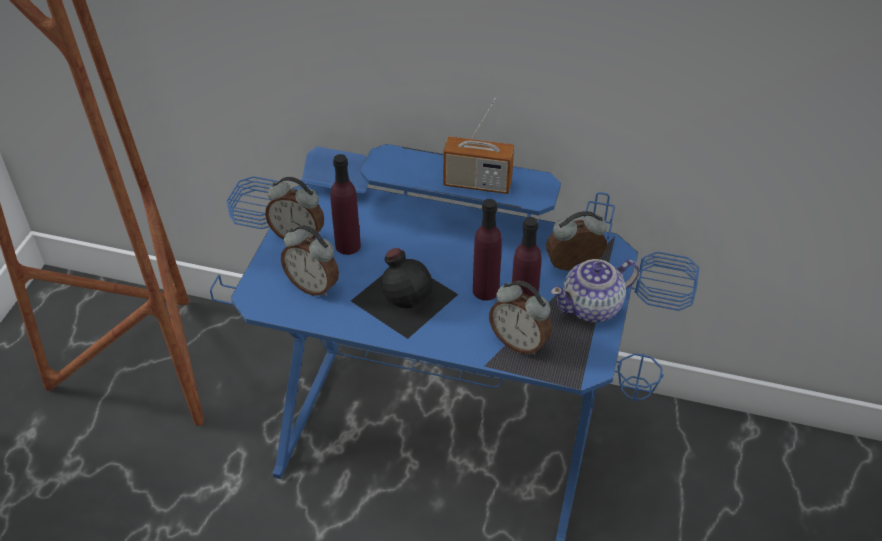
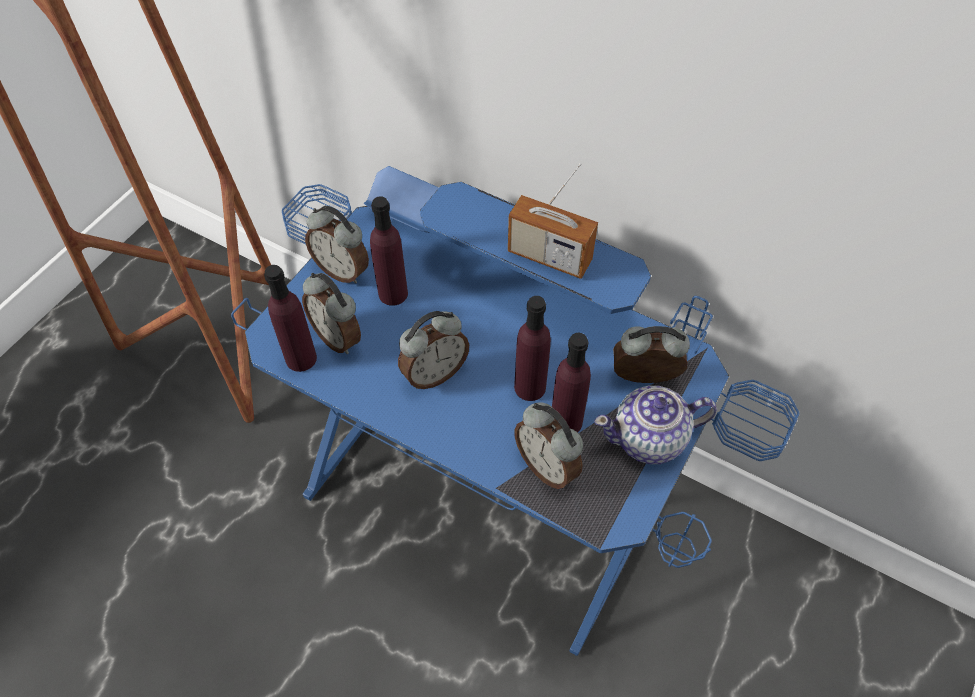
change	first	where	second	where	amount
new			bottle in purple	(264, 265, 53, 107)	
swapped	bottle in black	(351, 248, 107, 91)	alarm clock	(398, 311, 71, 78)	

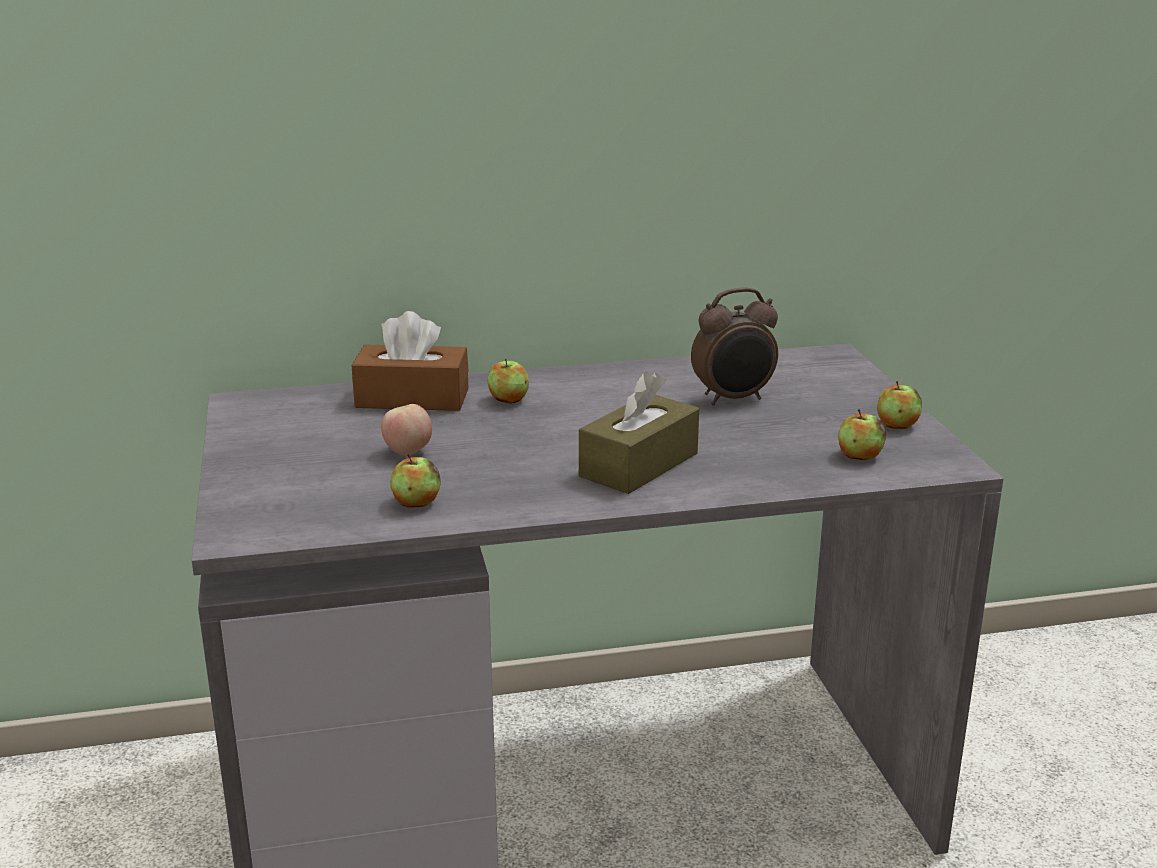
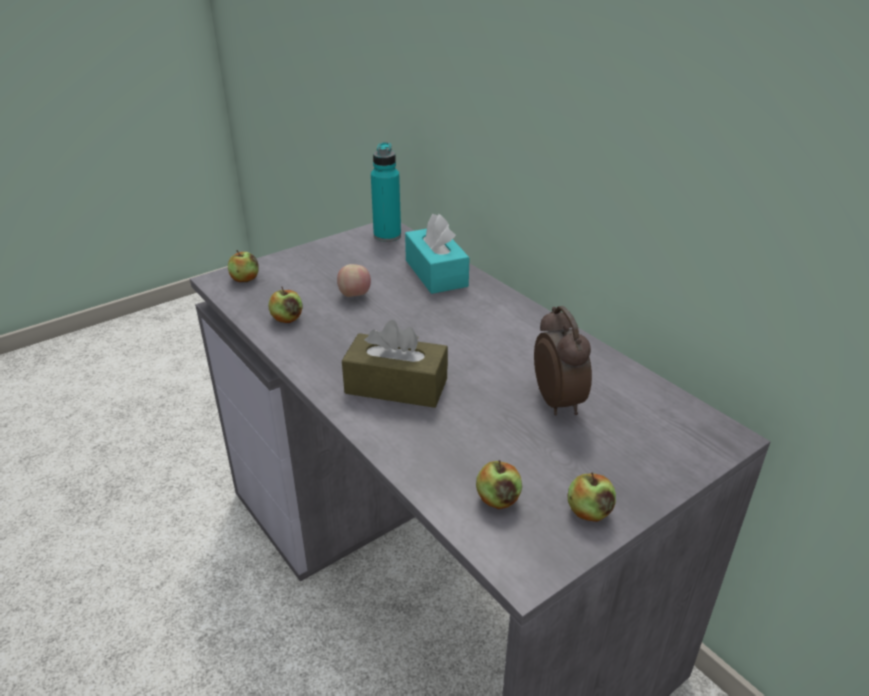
change	first	where	second	where	amount
shifted	apple	(488, 358, 41, 46)		(228, 250, 31, 32)	
new			bottle in turquoise	(371, 142, 30, 100)	
repainted	tissue box in brown	(351, 311, 118, 100)	tissue box in turquoise	(405, 214, 65, 80)	
rotated	alarm clock	(691, 287, 87, 118)		(534, 306, 58, 109)	150 degrees counterclockwise

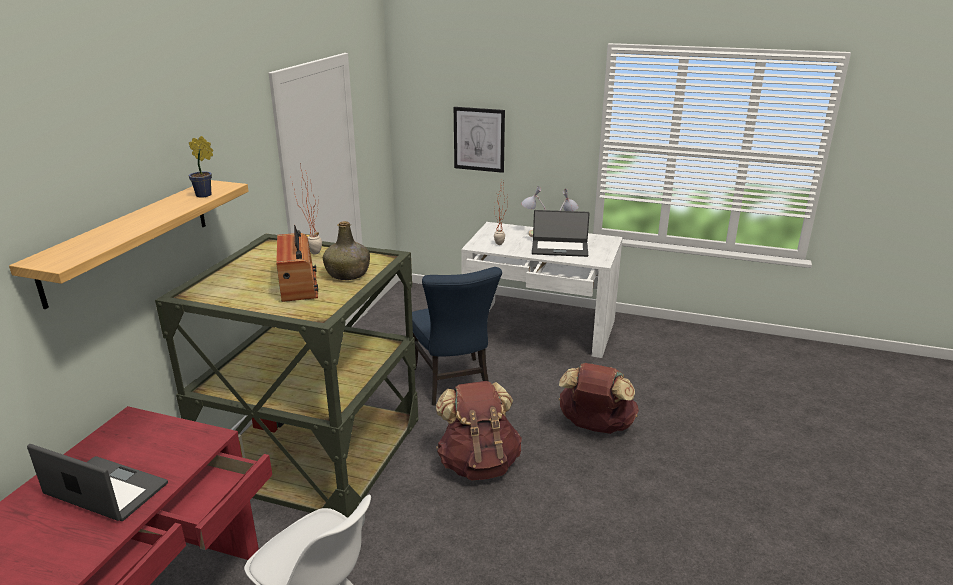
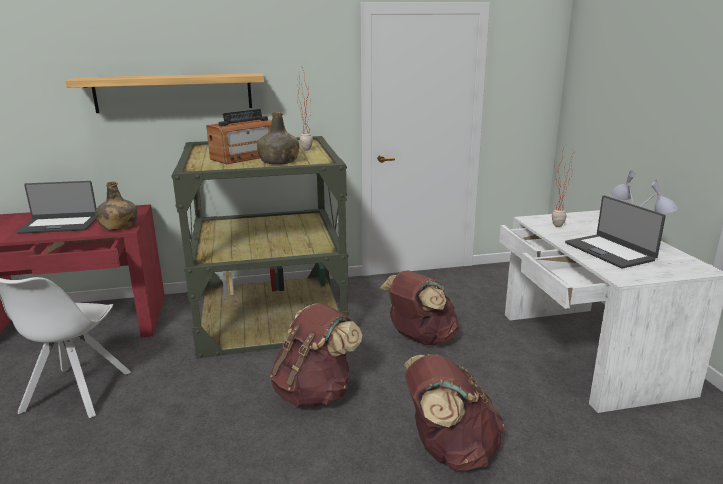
change	first	where	second	where	amount
rotated	laptop	(27, 444, 141, 77)		(17, 181, 80, 53)	90 degrees clockwise
new			bottle in green	(95, 182, 42, 49)	
swapped	chair in blue	(412, 267, 90, 139)	backpack in brown	(380, 270, 79, 75)	
gone	potted plant	(189, 136, 24, 62)			
gone	picture	(454, 107, 51, 66)			

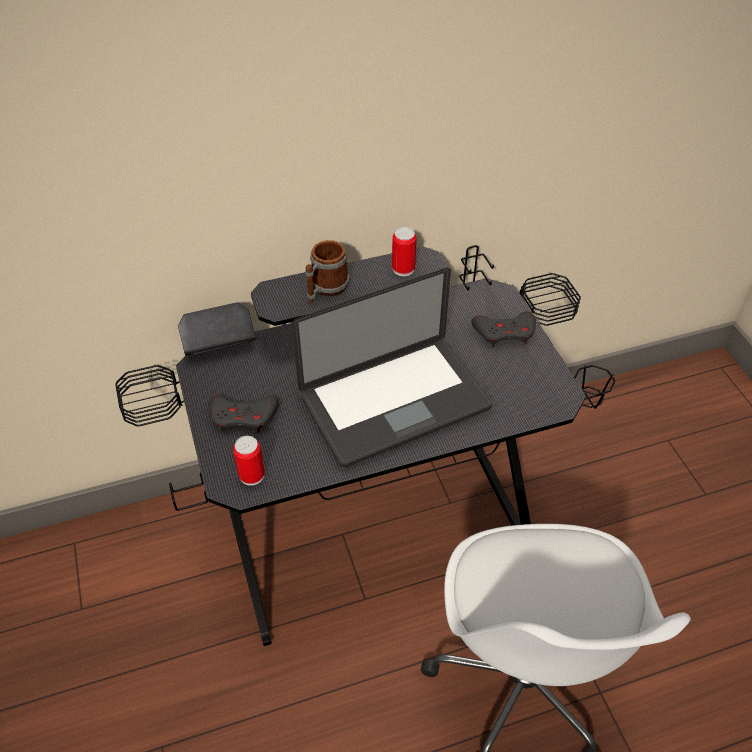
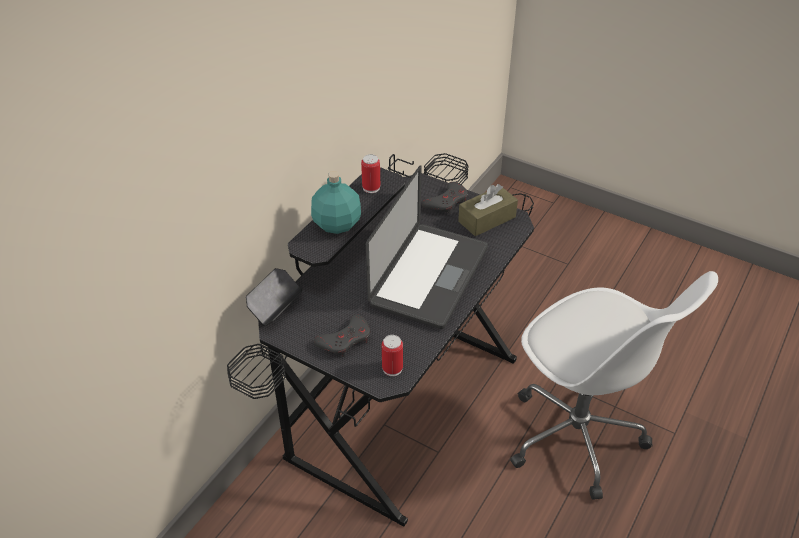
change	first	where	second	where	amount
swapped	mug	(305, 240, 44, 64)	bottle in turquoise	(311, 171, 50, 63)	
new			tissue box in brown	(458, 184, 60, 52)	

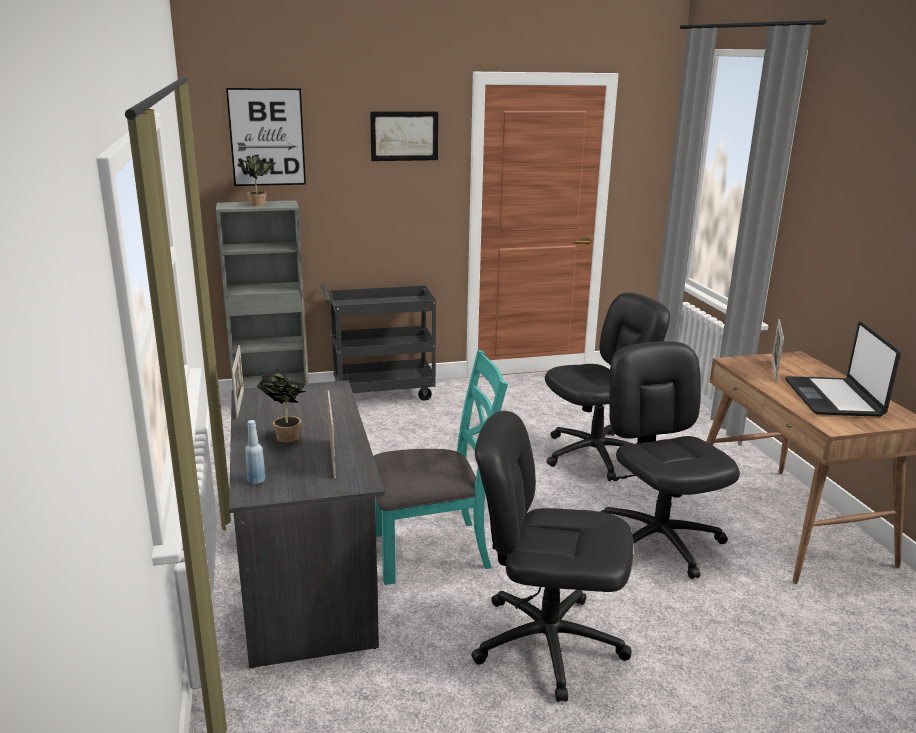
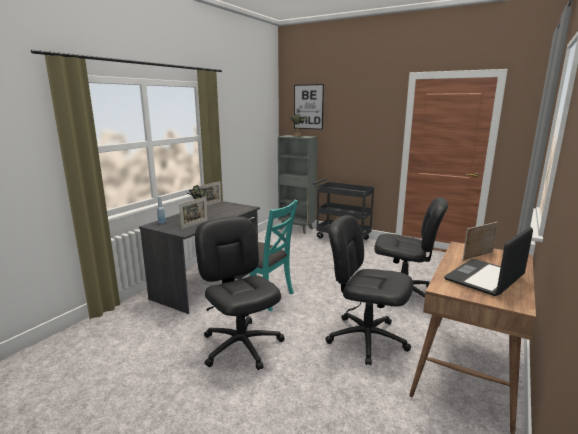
change	first	where	second	where	amount
rotated	office chair in black	(601, 341, 139, 238)		(325, 215, 88, 150)	90 degrees counterclockwise
gone	picture	(370, 111, 68, 50)			

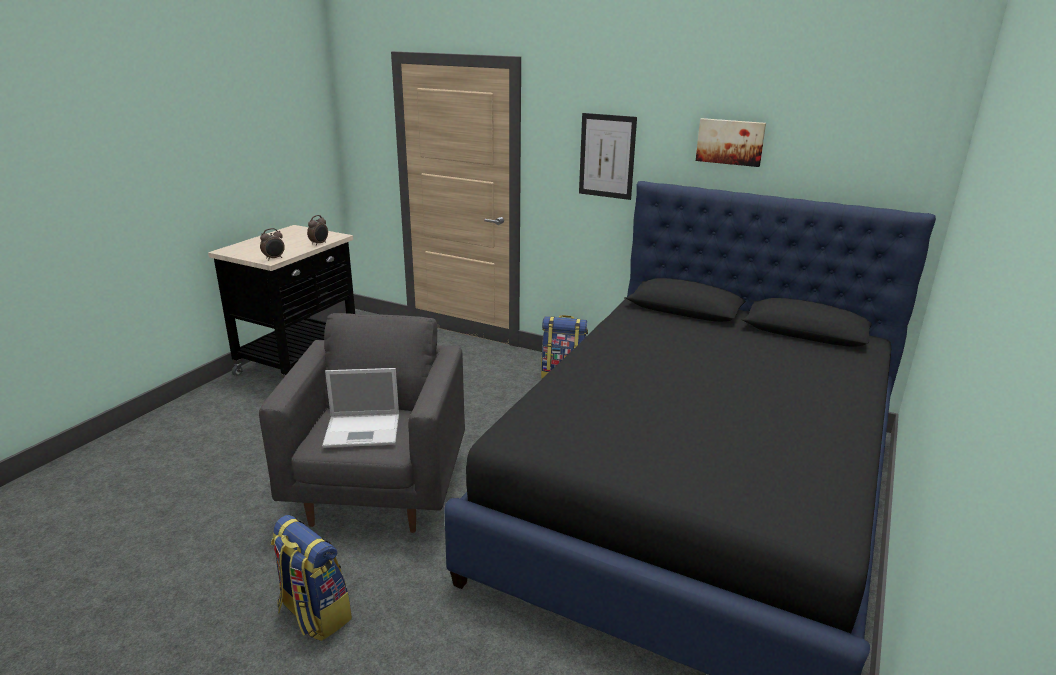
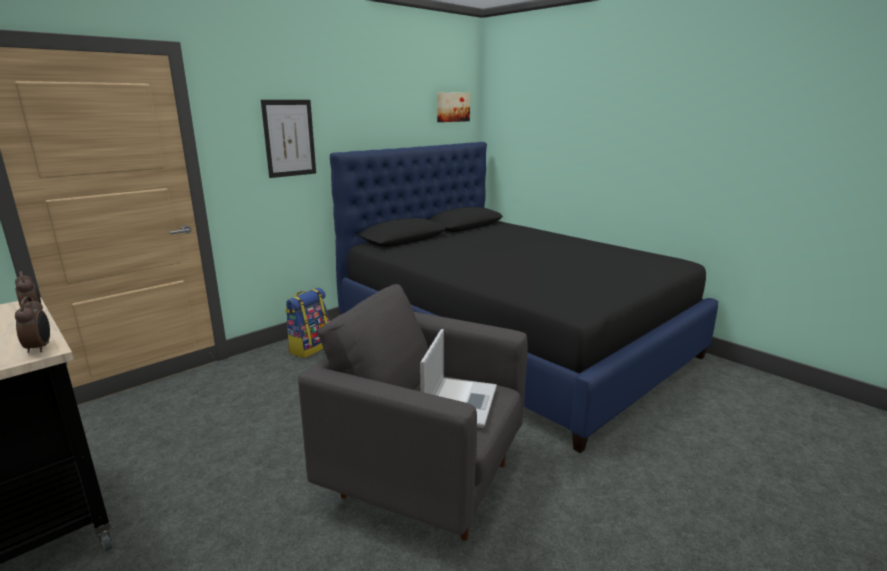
change	first	where	second	where	amount
shifted	picture	(696, 118, 70, 49)		(437, 92, 33, 30)	
gone	backpack	(271, 515, 81, 126)			

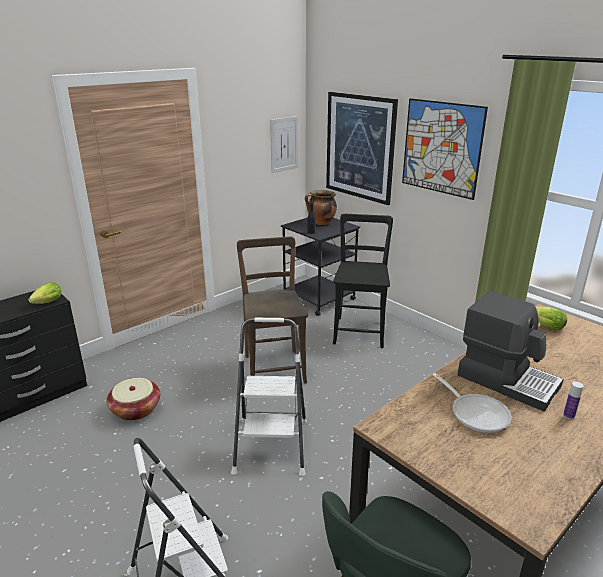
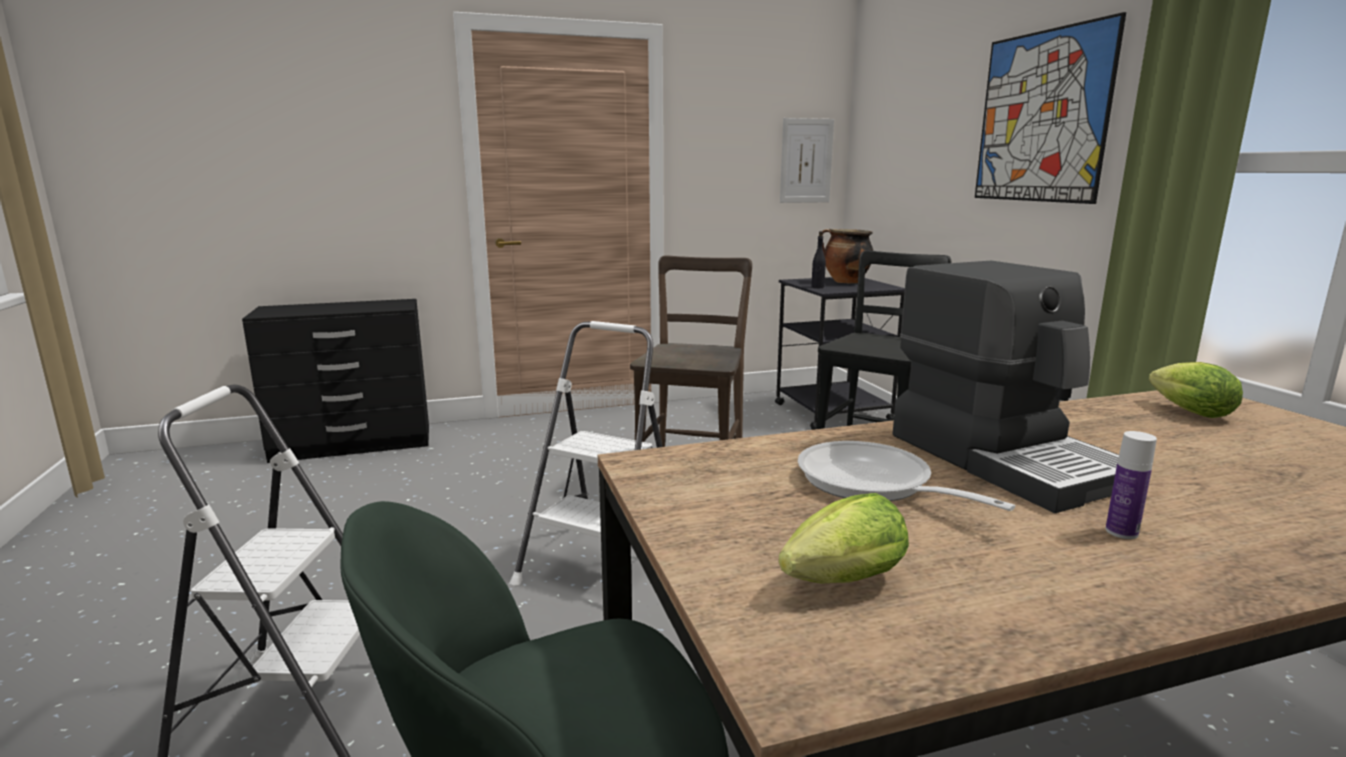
change	first	where	second	where	amount
shifted	lettuce	(28, 282, 33, 22)		(778, 493, 131, 91)	
rotated	frying pan	(432, 373, 79, 60)		(798, 441, 217, 70)	150 degrees clockwise
gone	basket	(107, 378, 53, 43)			
gone	picture	(326, 92, 72, 113)			

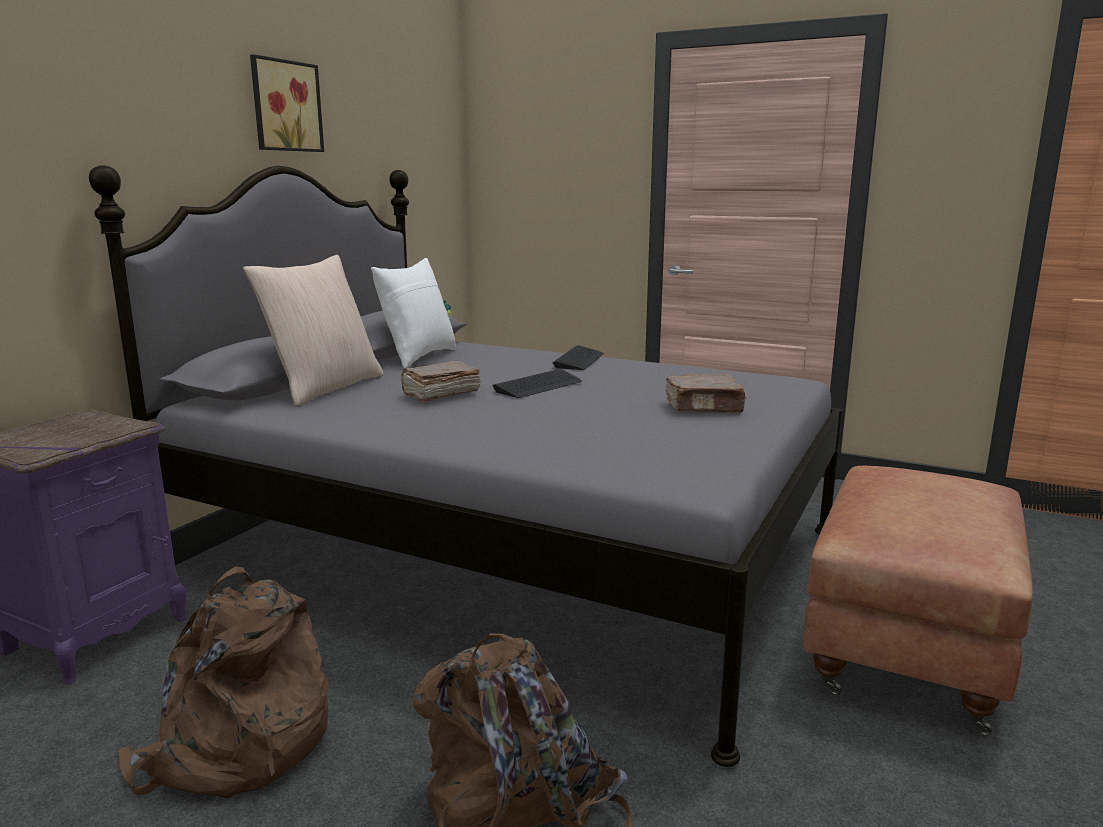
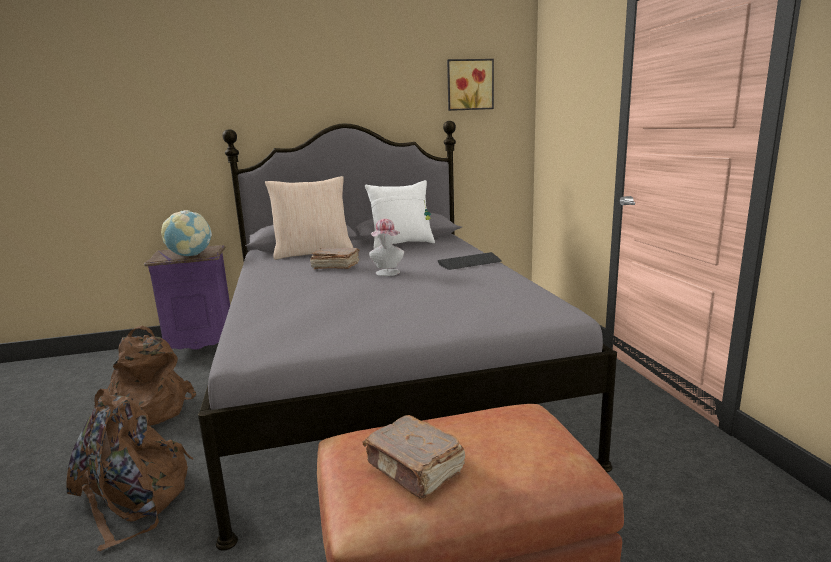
change	first	where	second	where	amount
new			globe	(161, 210, 51, 46)	
shifted	book in brown	(665, 373, 81, 40)		(362, 415, 103, 84)	
swapped	keyboard	(492, 369, 90, 29)	hat	(369, 219, 35, 57)	
shifted	picture	(250, 54, 74, 98)		(447, 59, 47, 52)	

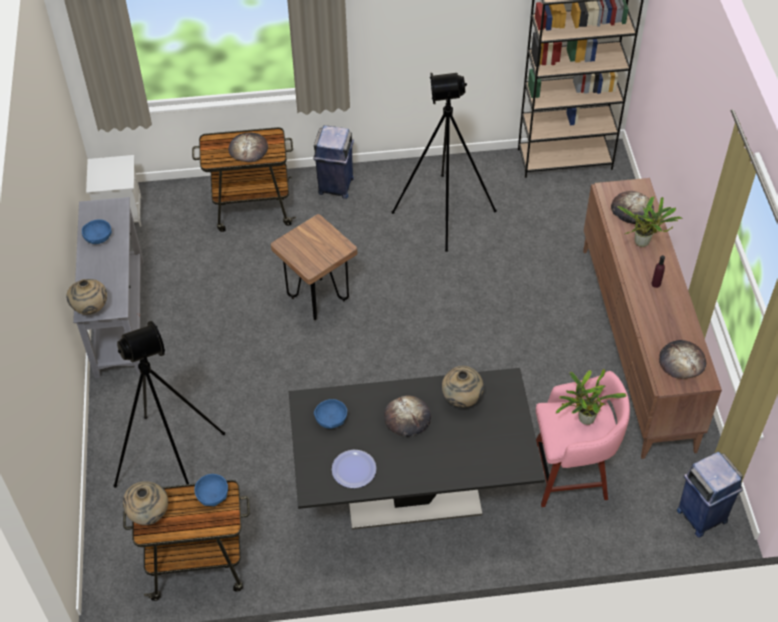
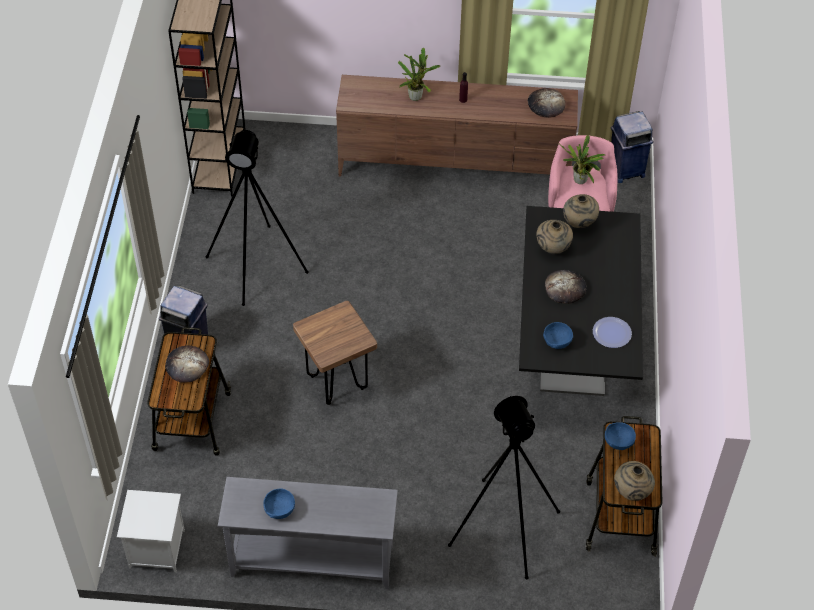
change	first	where	second	where	amount
shifted	vase in beige	(66, 279, 41, 36)		(563, 194, 36, 34)	
gone	bread	(611, 191, 43, 33)			

